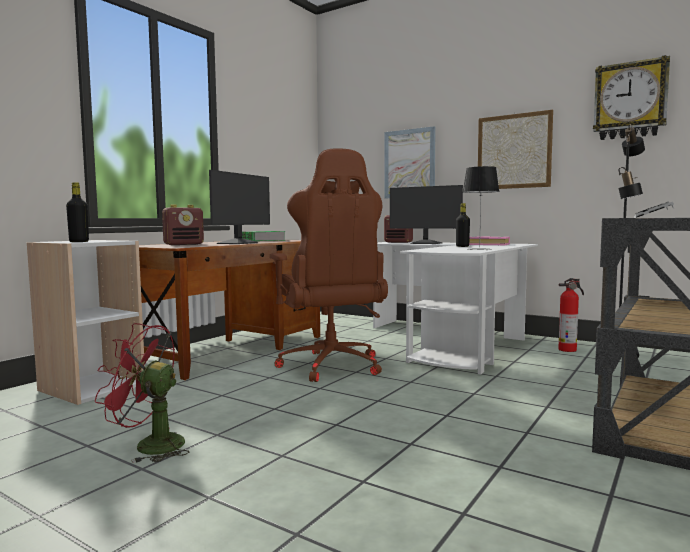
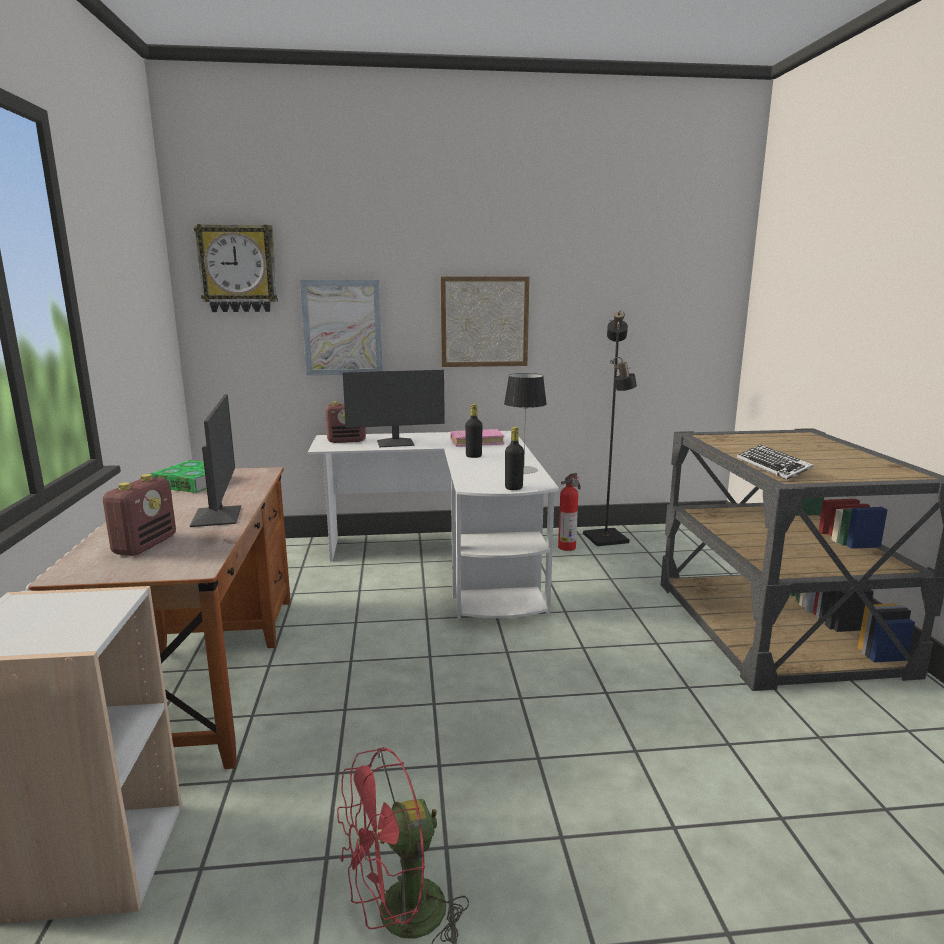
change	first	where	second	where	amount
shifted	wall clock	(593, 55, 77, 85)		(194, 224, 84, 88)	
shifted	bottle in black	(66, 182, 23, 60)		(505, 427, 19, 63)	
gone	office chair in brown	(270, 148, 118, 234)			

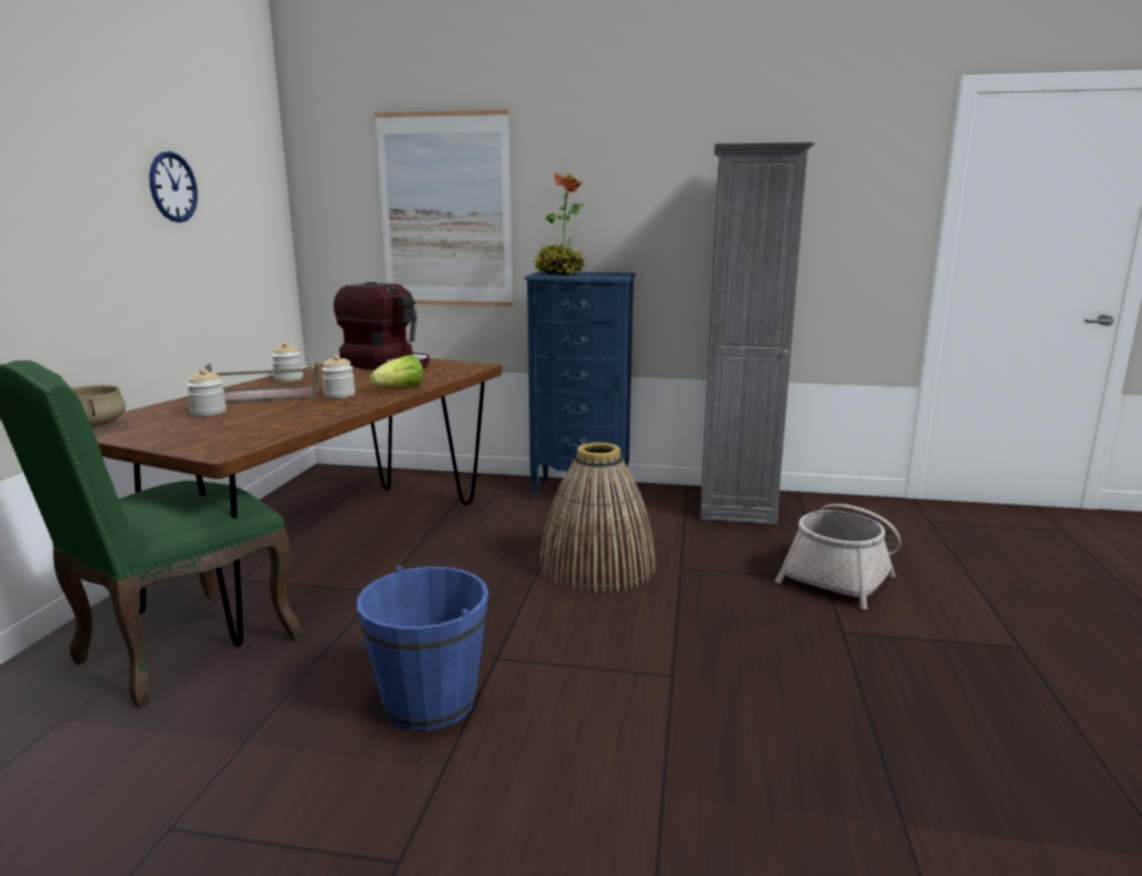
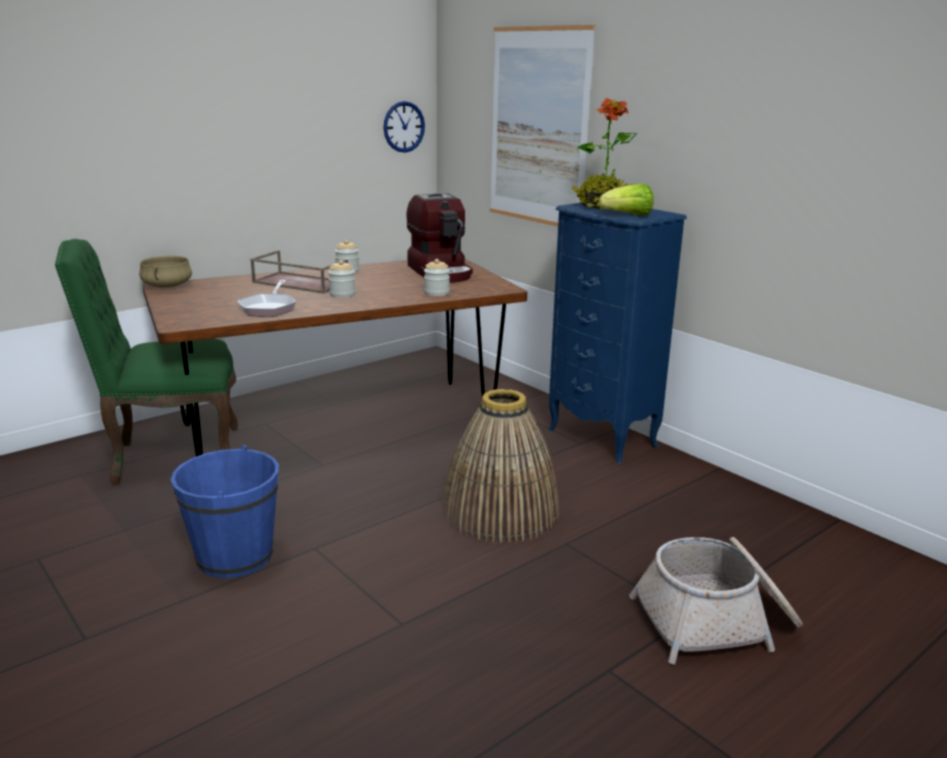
change	first	where	second	where	amount
new			frying pan	(237, 280, 59, 37)	
shifted	wall clock	(149, 151, 49, 72)		(384, 101, 41, 52)	
shifted	jar	(186, 368, 40, 48)		(424, 259, 26, 37)	
shifted	lettuce	(370, 355, 54, 32)		(599, 183, 55, 33)	
gone	cabinet in grey	(700, 142, 115, 382)			

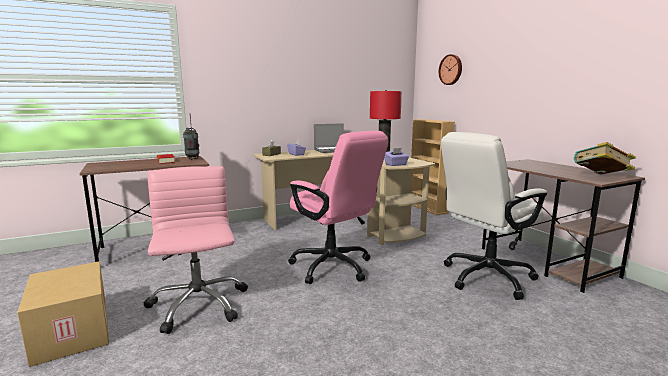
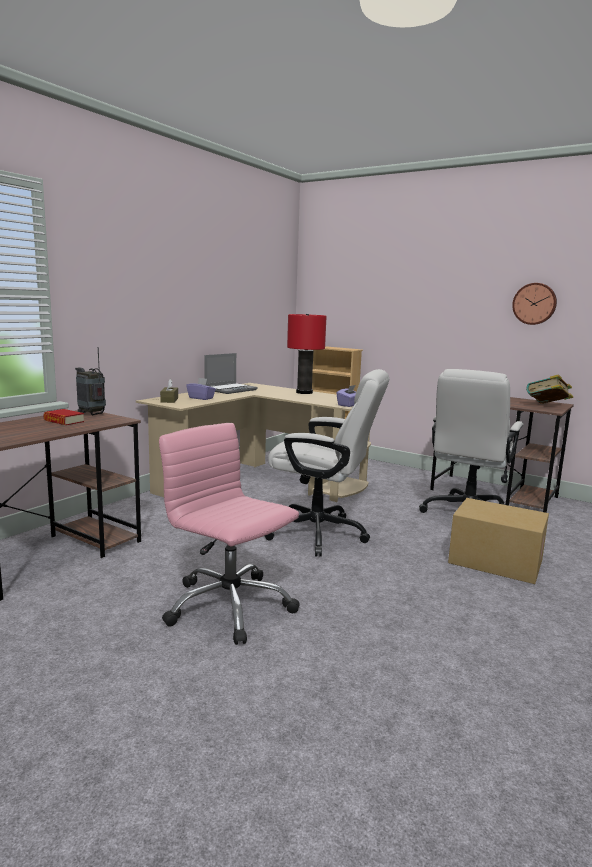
change	first	where	second	where	amount
repainted	office chair in pink	(288, 131, 100, 153)	office chair in white	(265, 369, 124, 188)	
shifted	cardboard box	(17, 261, 92, 106)		(448, 498, 101, 86)	
shifted	wall clock	(439, 54, 23, 31)		(512, 283, 45, 42)	

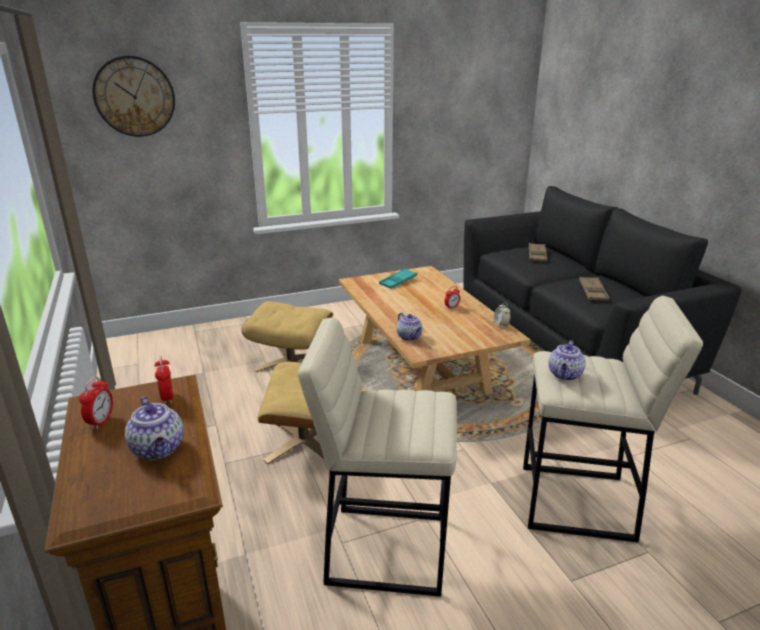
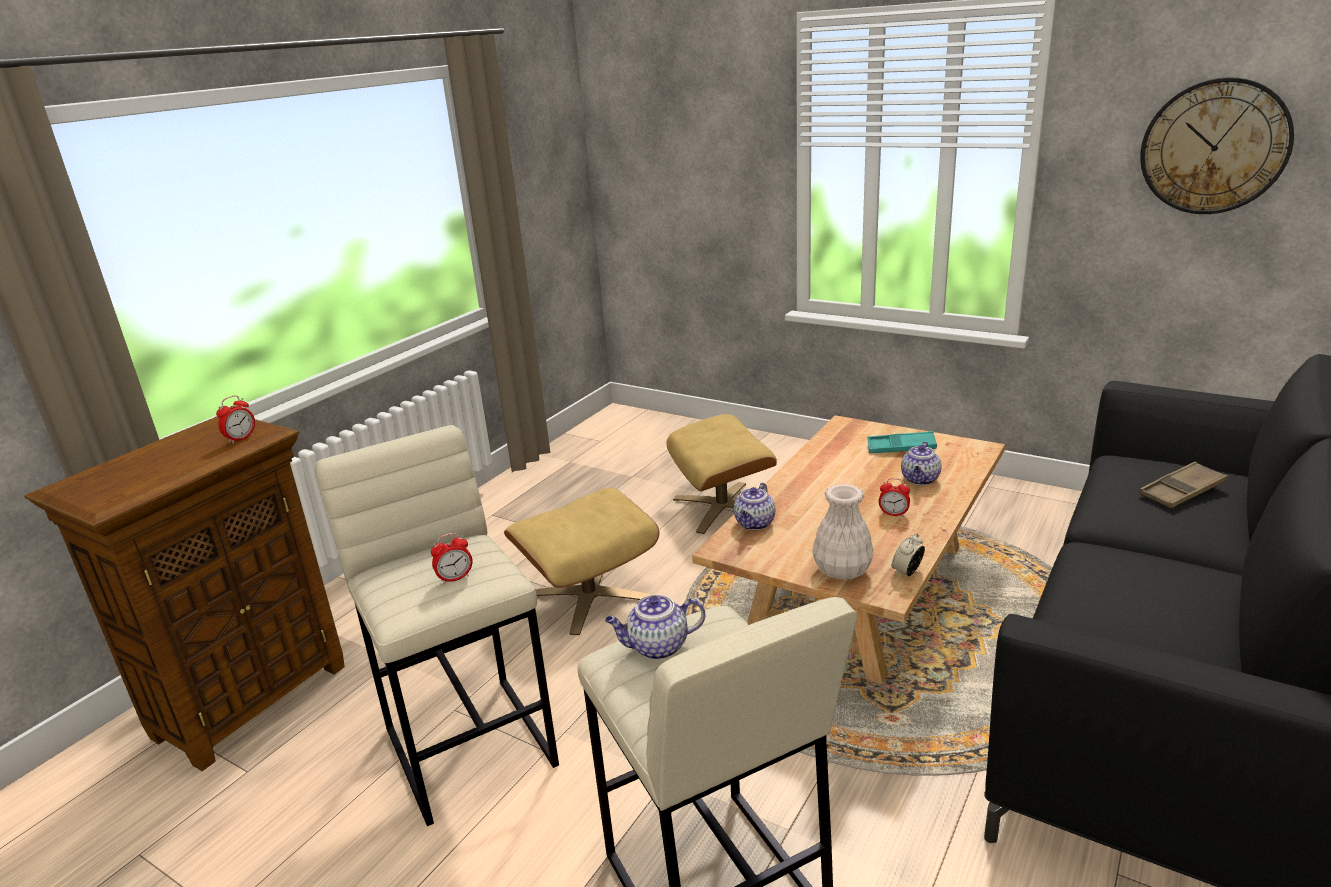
change	first	where	second	where	amount
shifted	alarm clock	(79, 377, 34, 52)		(431, 533, 42, 51)	
new			vase in white	(812, 484, 62, 96)	
shifted	teapot	(125, 396, 59, 64)		(901, 442, 41, 43)	
shifted	wall clock	(92, 56, 83, 81)		(1140, 77, 154, 137)	
gone	tray in brown	(579, 277, 30, 24)			

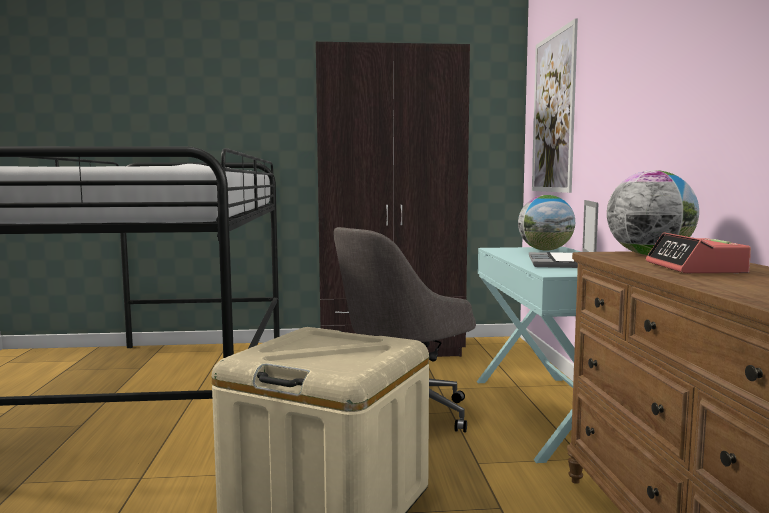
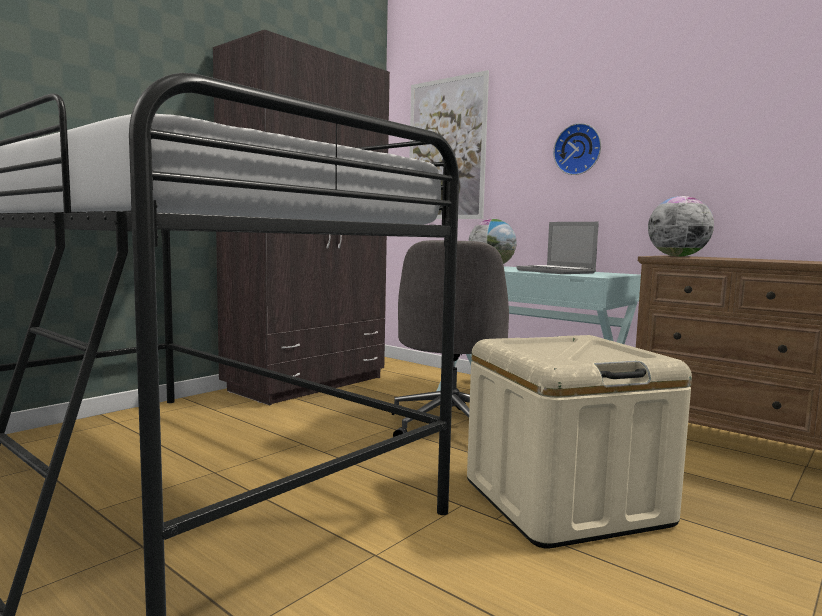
change	first	where	second	where	amount
new			wall clock	(553, 123, 48, 52)	
gone	alarm clock	(646, 233, 105, 41)			

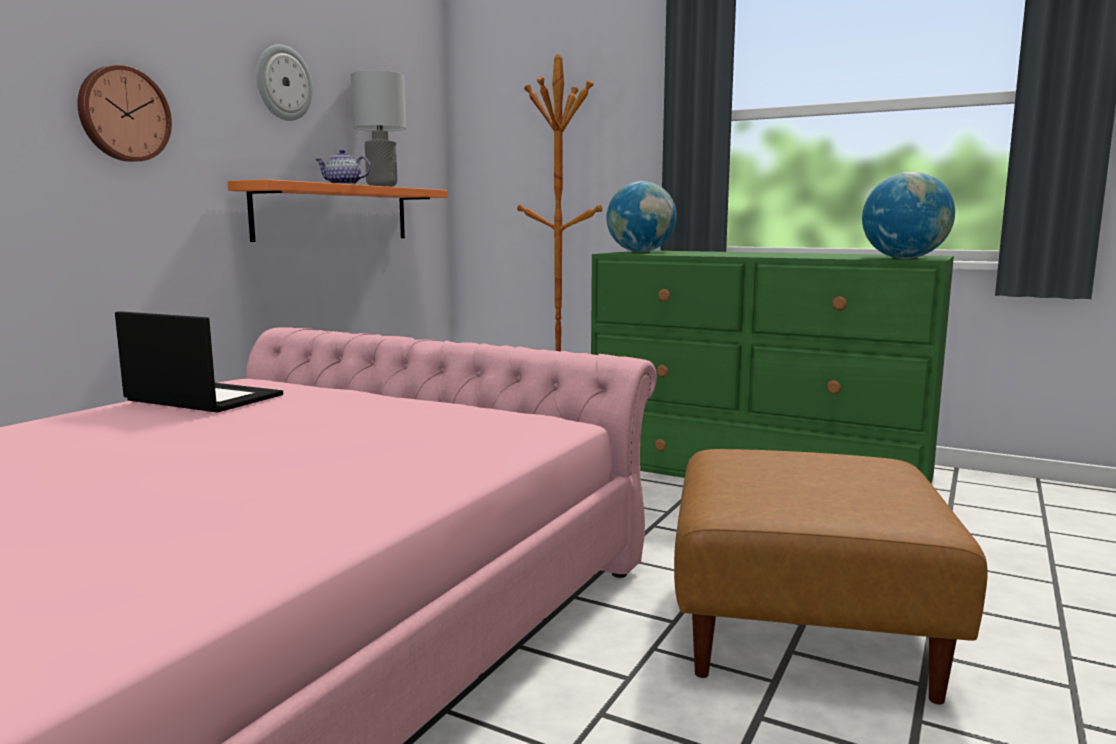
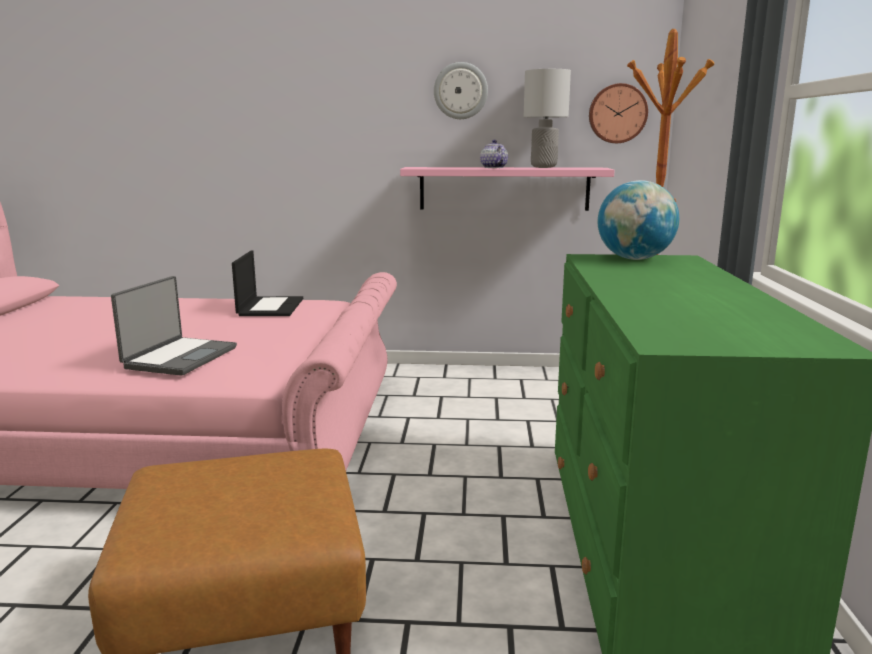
change	first	where	second	where	amount
new			laptop	(111, 276, 126, 100)	
repainted	shelf in orange	(227, 179, 221, 63)	shelf in pink	(400, 167, 215, 44)	
shifted	wall clock	(77, 65, 95, 97)		(589, 83, 59, 60)	
gone	globe	(862, 172, 93, 87)			

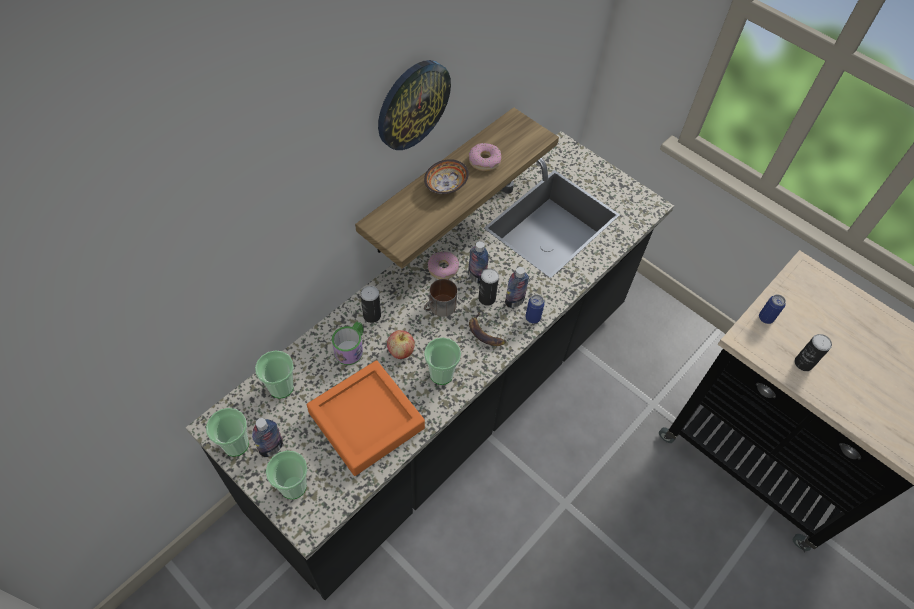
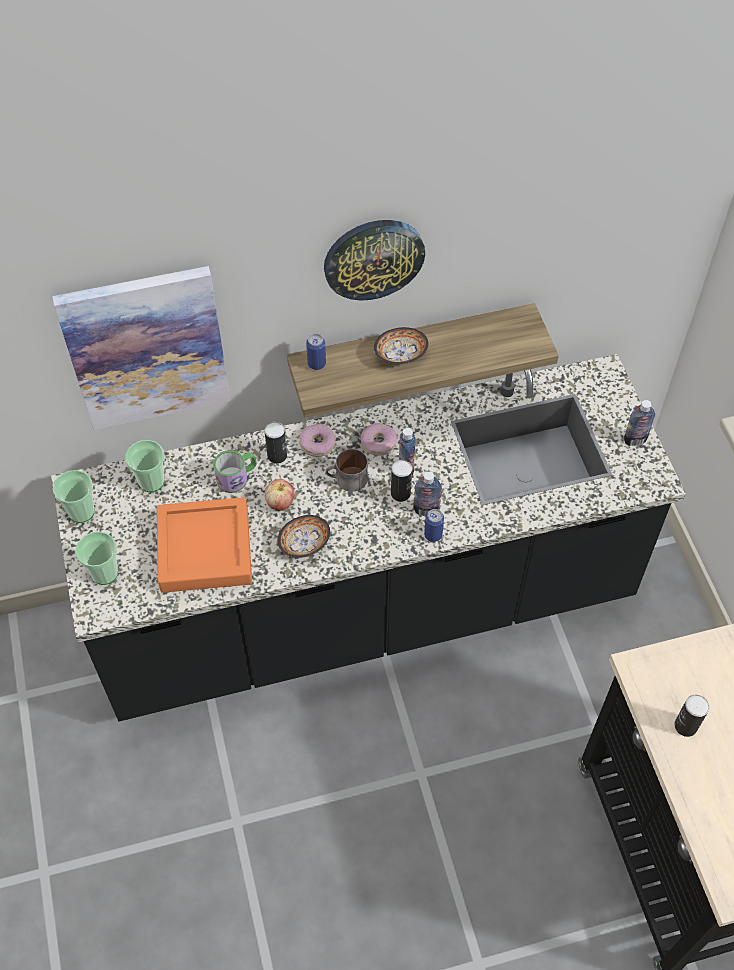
change	first	where	second	where	amount
new			picture	(52, 266, 178, 164)	
swapped	cup	(424, 337, 37, 48)	bowl	(277, 515, 53, 43)	
shifted	donut	(469, 143, 32, 28)		(299, 424, 37, 33)	
shifted	can	(759, 294, 27, 30)		(306, 333, 20, 37)	
shifted	bottle	(252, 418, 31, 39)		(624, 400, 32, 46)	
gone	banana	(469, 312, 37, 34)			

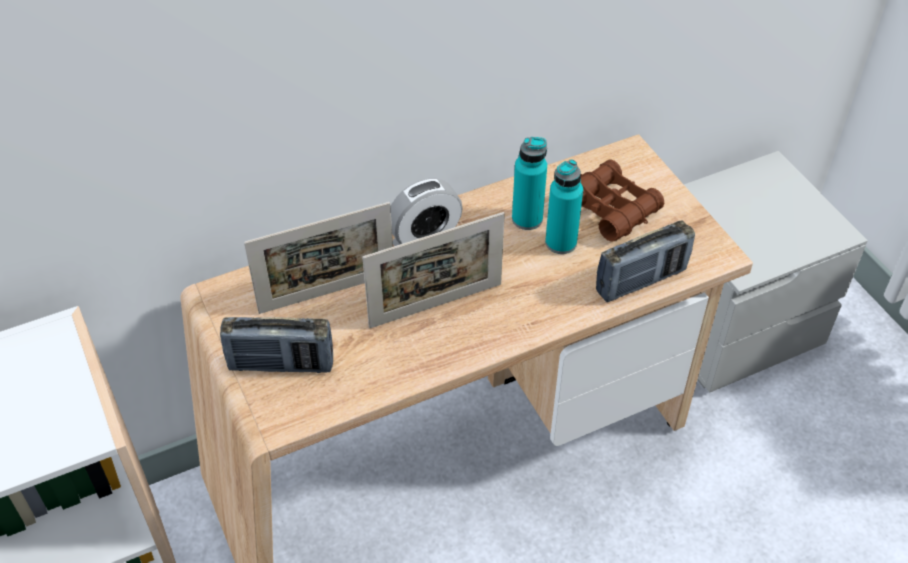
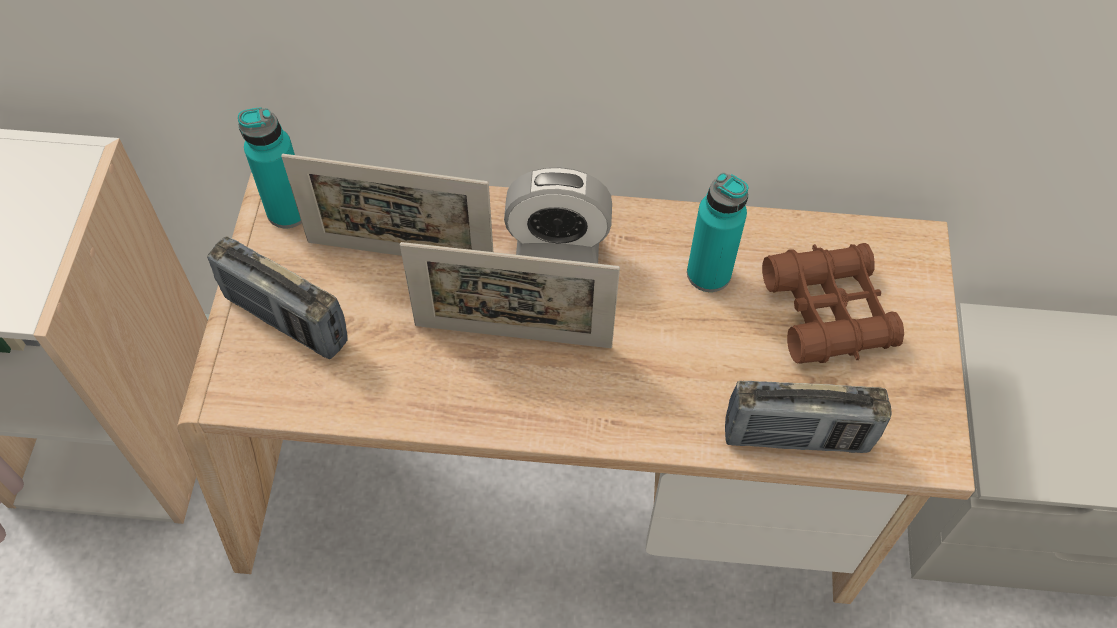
change	first	where	second	where	amount
shifted	bottle in turquoise	(545, 159, 38, 95)		(238, 107, 64, 121)	

